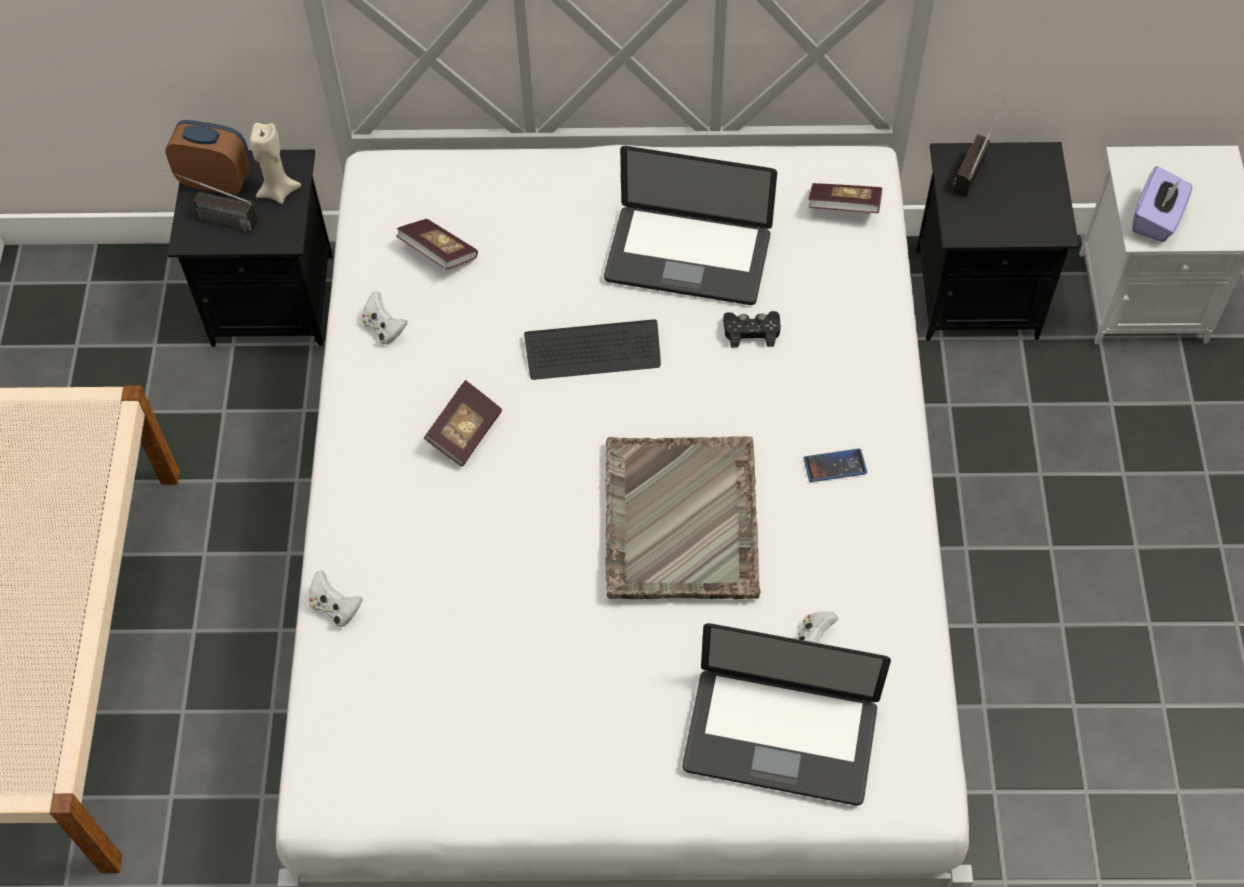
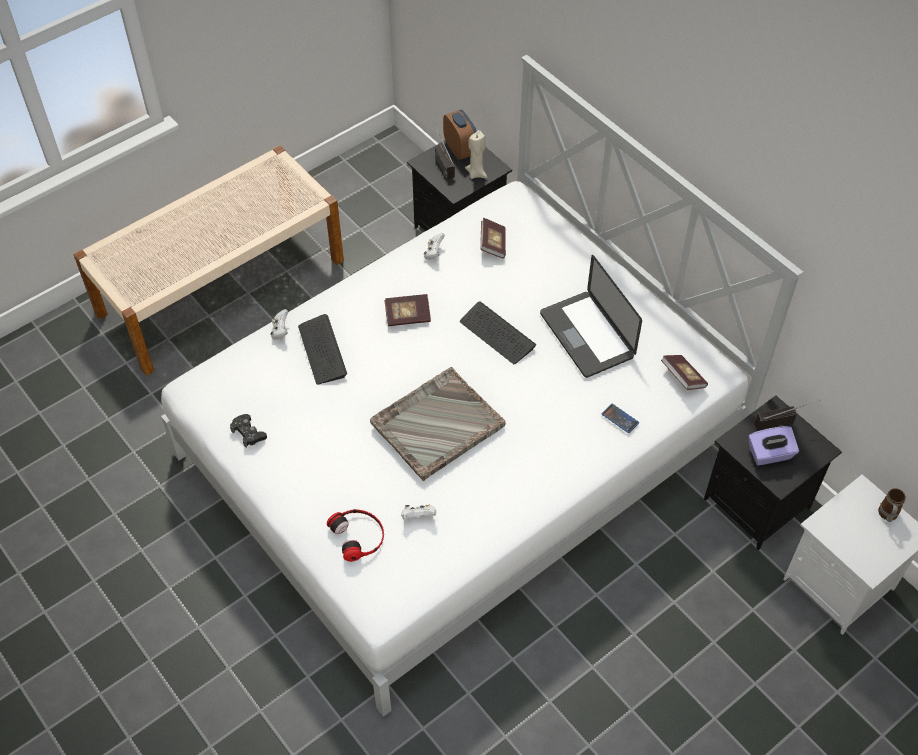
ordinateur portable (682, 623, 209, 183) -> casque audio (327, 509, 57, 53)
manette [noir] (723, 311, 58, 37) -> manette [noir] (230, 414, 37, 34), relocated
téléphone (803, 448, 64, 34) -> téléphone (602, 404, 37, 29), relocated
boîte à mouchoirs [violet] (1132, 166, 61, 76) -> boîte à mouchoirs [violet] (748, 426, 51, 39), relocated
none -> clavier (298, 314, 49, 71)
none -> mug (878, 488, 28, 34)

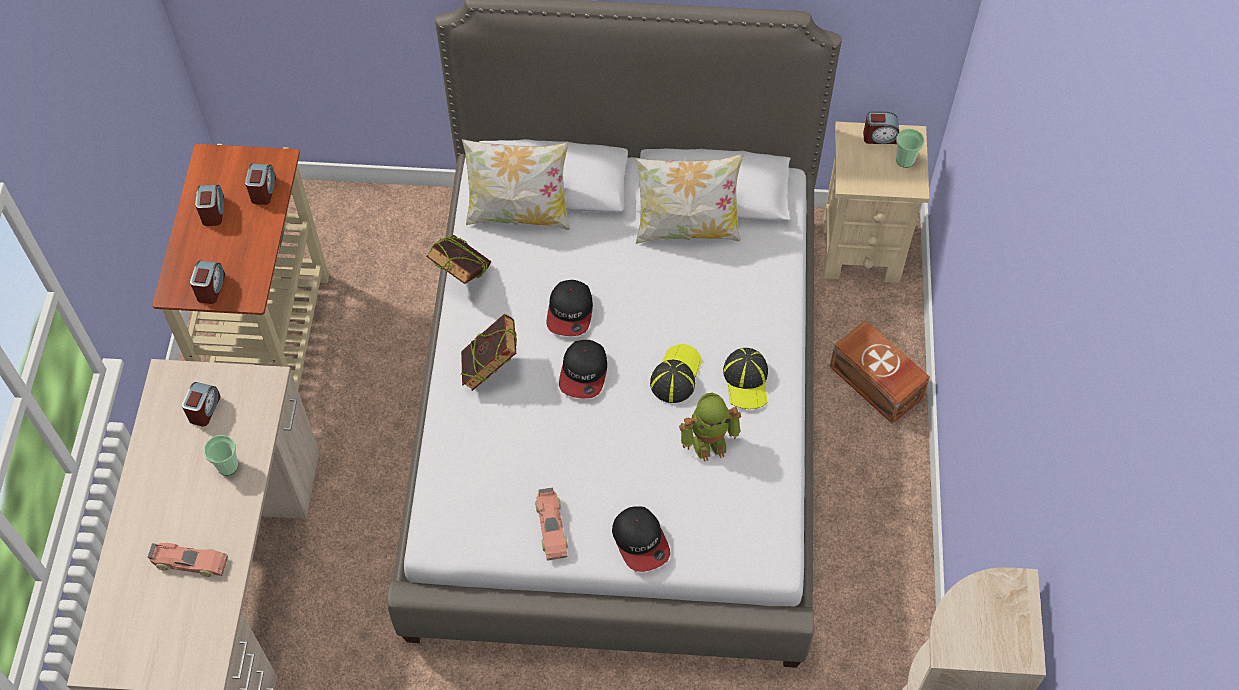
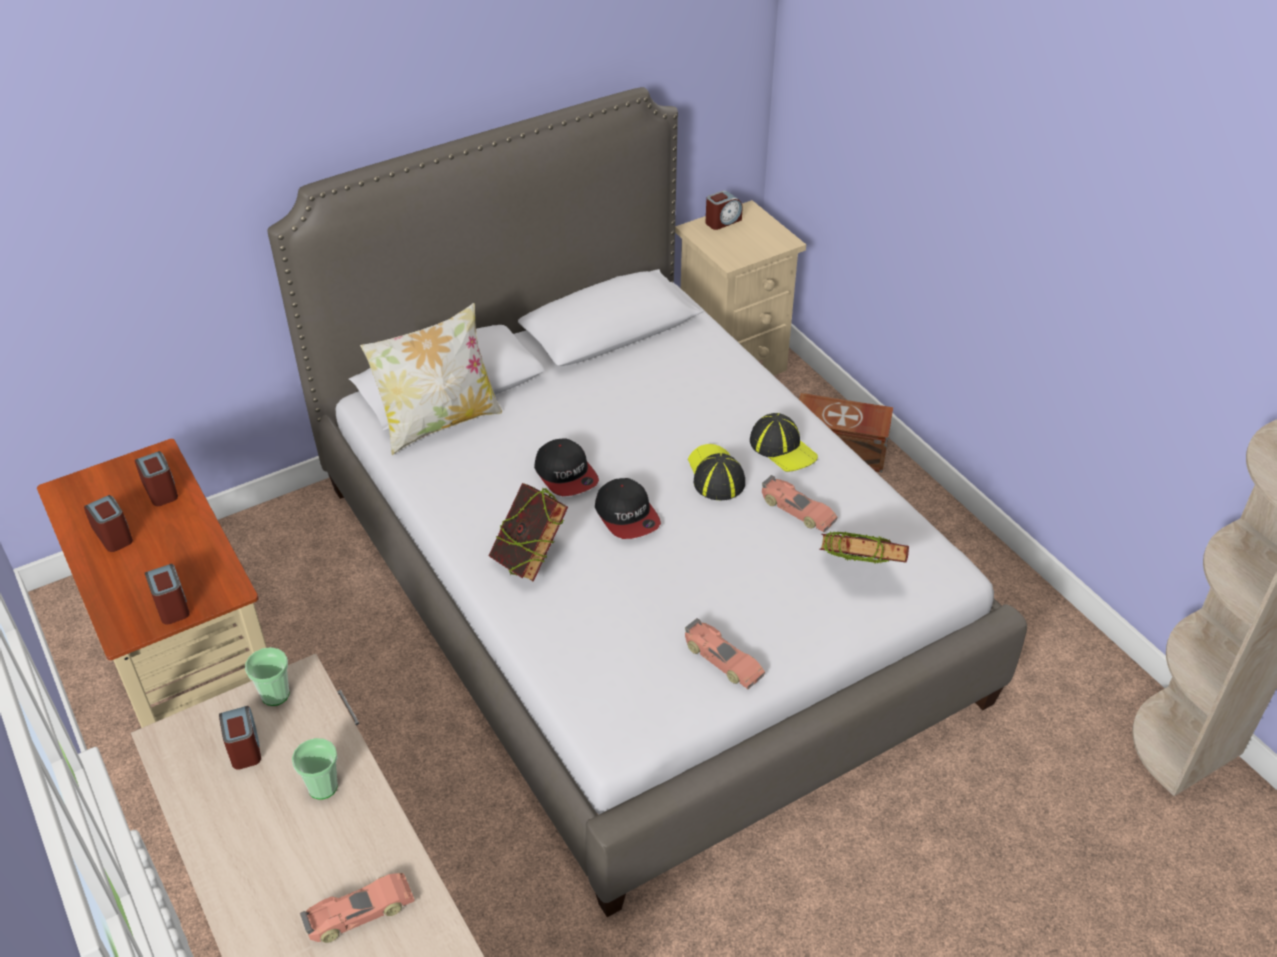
livre (426, 235, 65, 49) -> livre (819, 532, 90, 32), relocated
casquette (612, 506, 58, 66) -> none
coussin (636, 154, 108, 90) -> none
robot jouet (679, 393, 62, 69) -> petite voiture (762, 475, 75, 57)
tasse (896, 129, 28, 39) -> tasse (245, 647, 44, 59), relocated

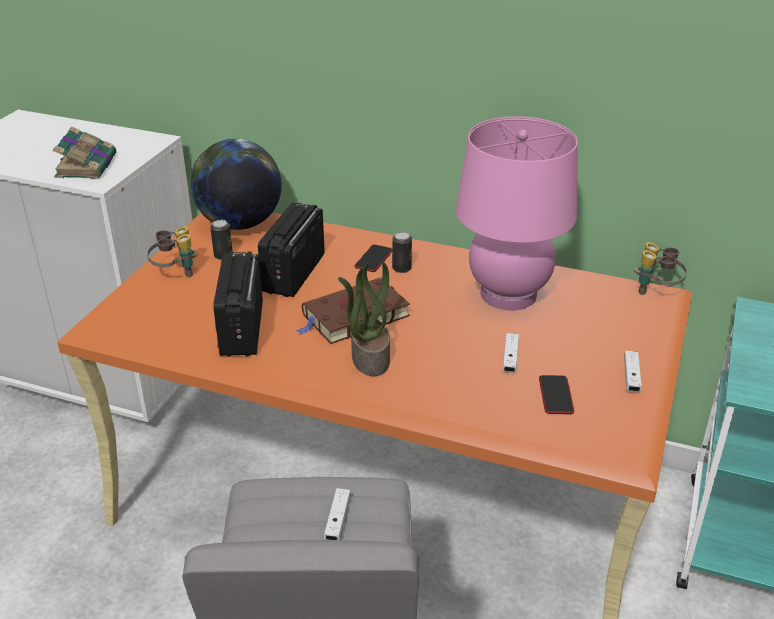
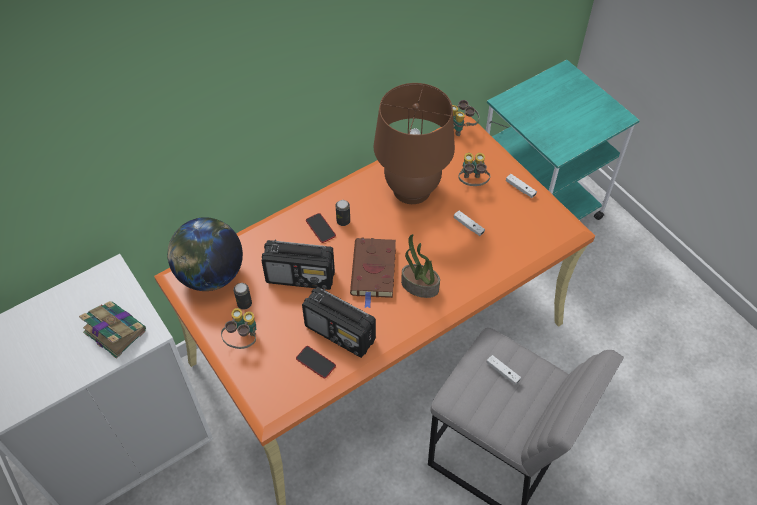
radio (258, 202, 67, 95) -> radio (262, 240, 73, 50), 45 degrees counterclockwise
lampe de table [rose] (456, 116, 122, 194) -> lampe de table [marron] (374, 83, 81, 121)
téléphone (539, 375, 35, 39) -> téléphone (296, 346, 40, 32), relocated
none -> jumelles (458, 153, 32, 33)

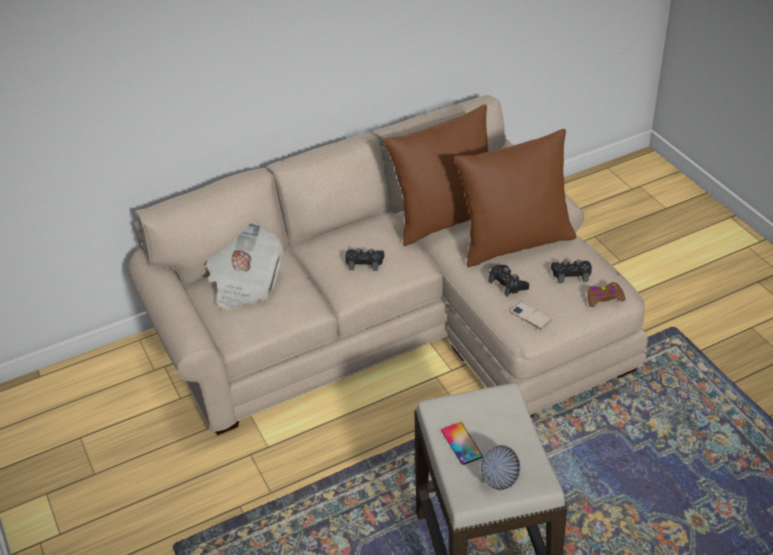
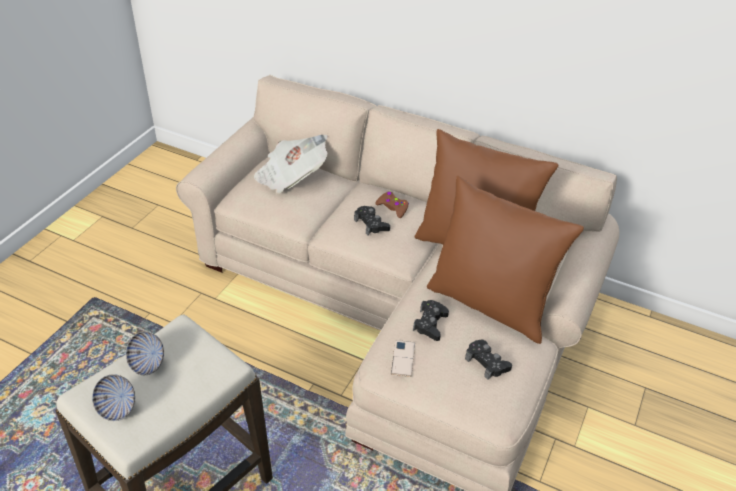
téléphone (441, 422, 42, 43) -> bol (126, 331, 38, 44)
manette [marron] (588, 282, 37, 25) -> manette [marron] (375, 192, 34, 26), relocated

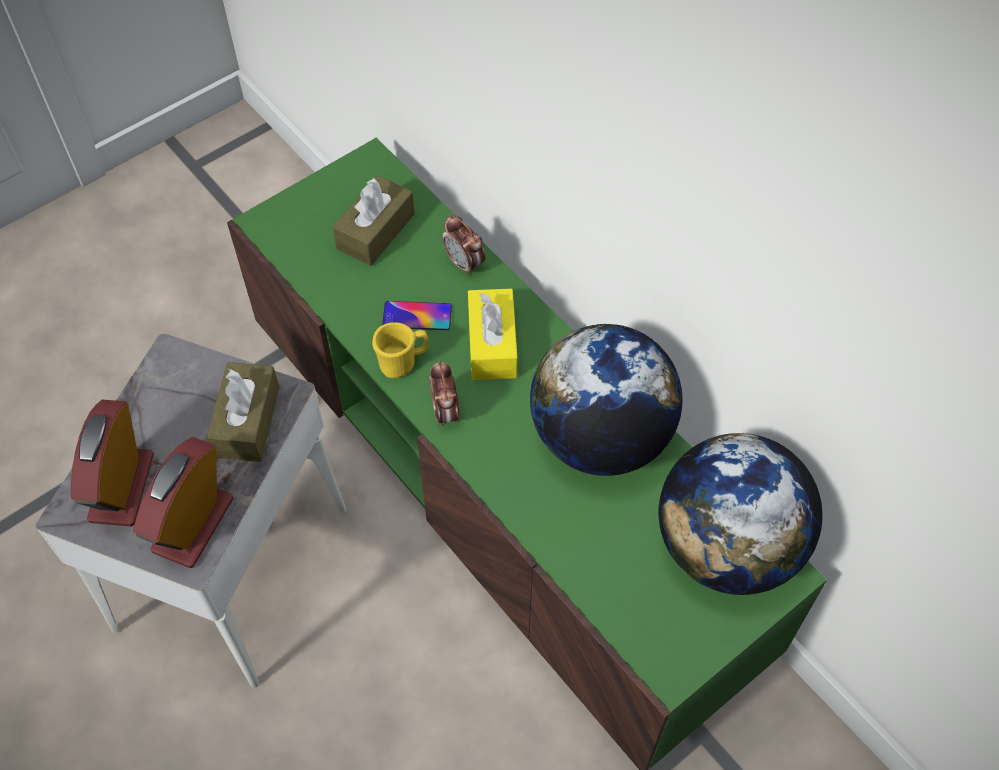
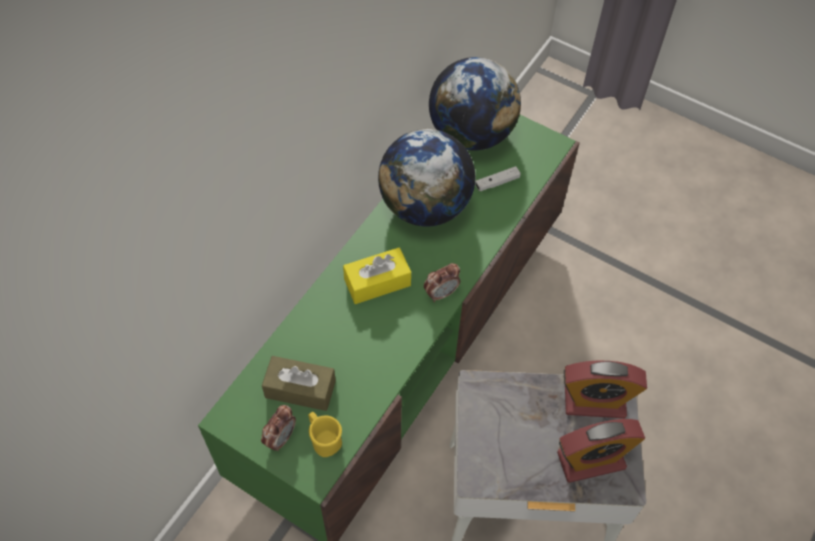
boîte à mouchoirs [marron] (207, 362, 72, 100) -> none
mug [jaune] (372, 322, 56, 56) -> mug [jaune] (308, 412, 34, 45), relocated
téléphone (382, 301, 70, 29) -> none
réveil (442, 215, 43, 61) -> réveil (261, 405, 35, 46), relocated
none -> manette [blanc] (475, 166, 46, 26)

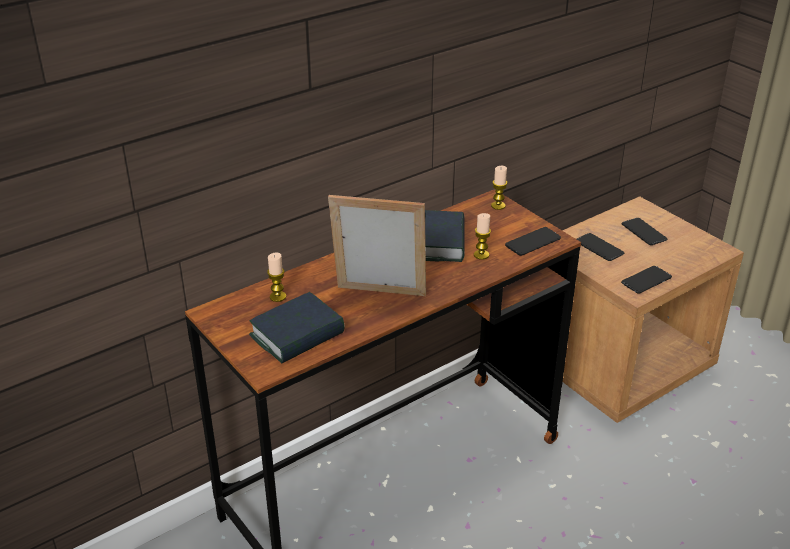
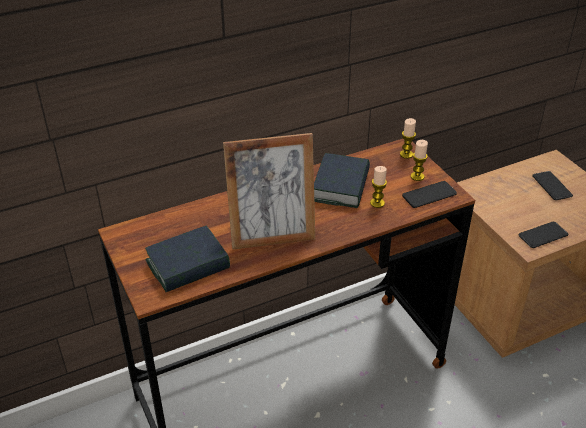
bougie (267, 252, 19, 50) -> bougie (411, 140, 17, 41), relocated
cadre photo (328, 195, 98, 101) -> cadre photo (223, 133, 92, 117), 150 degrees clockwise
téléphone (577, 233, 47, 28) -> none

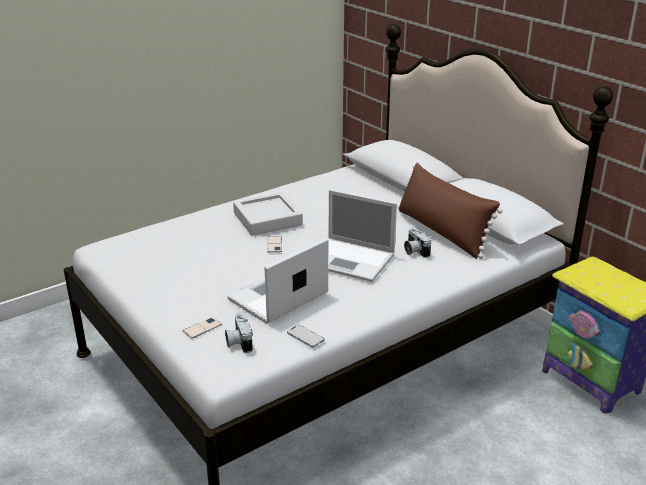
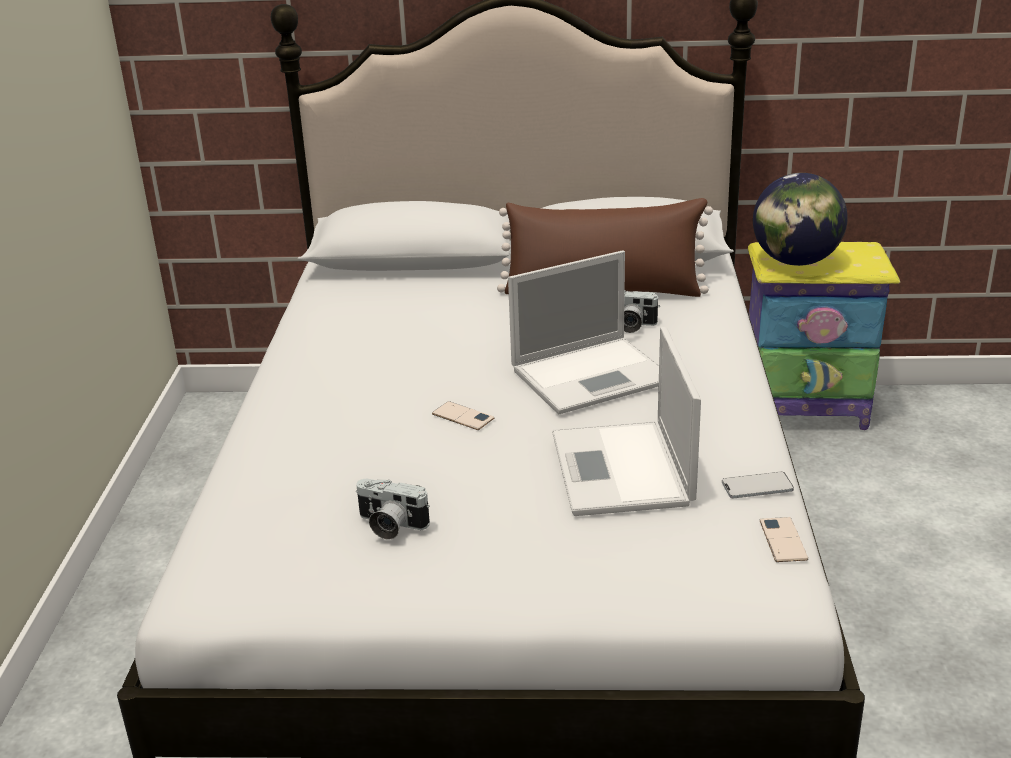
téléphone (183, 317, 39, 22) -> téléphone (760, 517, 48, 45), relocated
appareil photo (225, 313, 28, 40) -> appareil photo (356, 479, 74, 61), relocated
plateau [gris] (233, 192, 70, 44) -> none
none -> globe (753, 173, 95, 93)

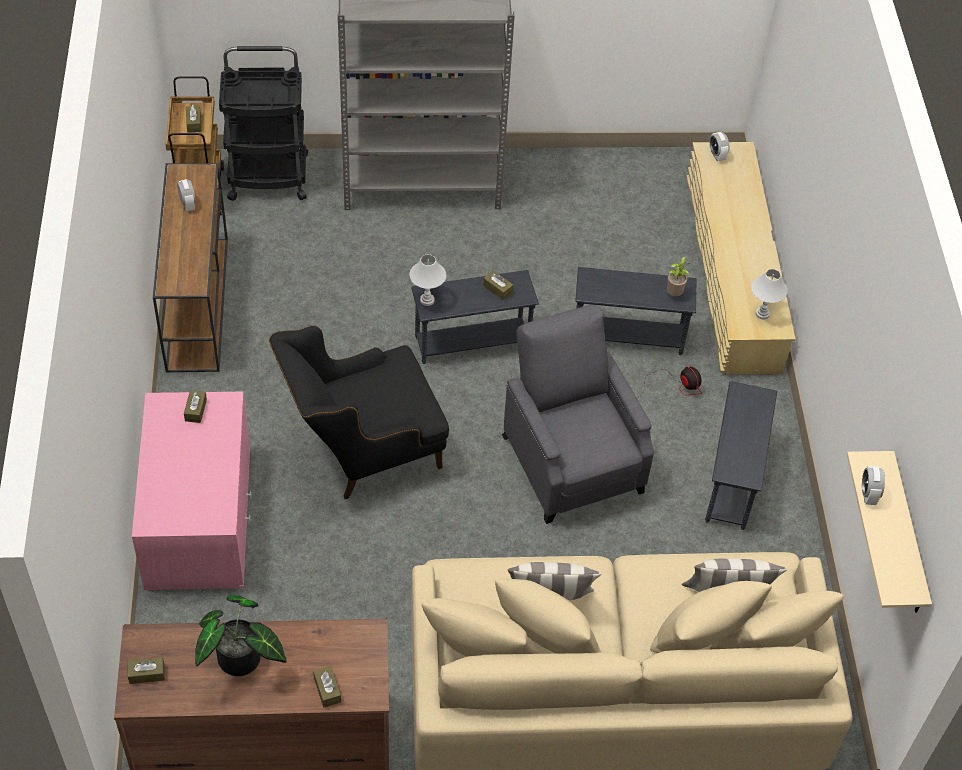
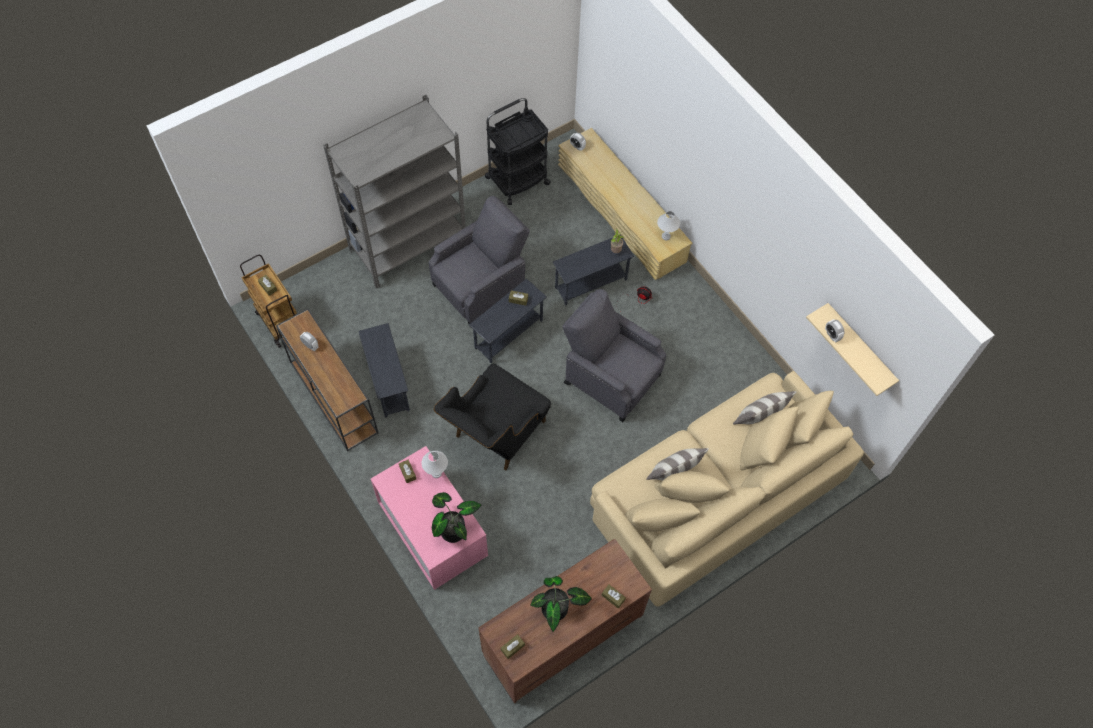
chariot [noir] (219, 46, 89, 155) -> chariot [noir] (485, 98, 66, 107), relocated
lampe de table [blanc] (409, 254, 37, 52) -> lampe de table [blanc] (422, 451, 26, 27), relocated
table d'appoint [gris] (705, 381, 72, 149) -> table d'appoint [gris] (359, 323, 51, 95), relocated
none -> fauteuil [gris] (429, 196, 101, 128)
none -> plante en pot (432, 492, 49, 51)

